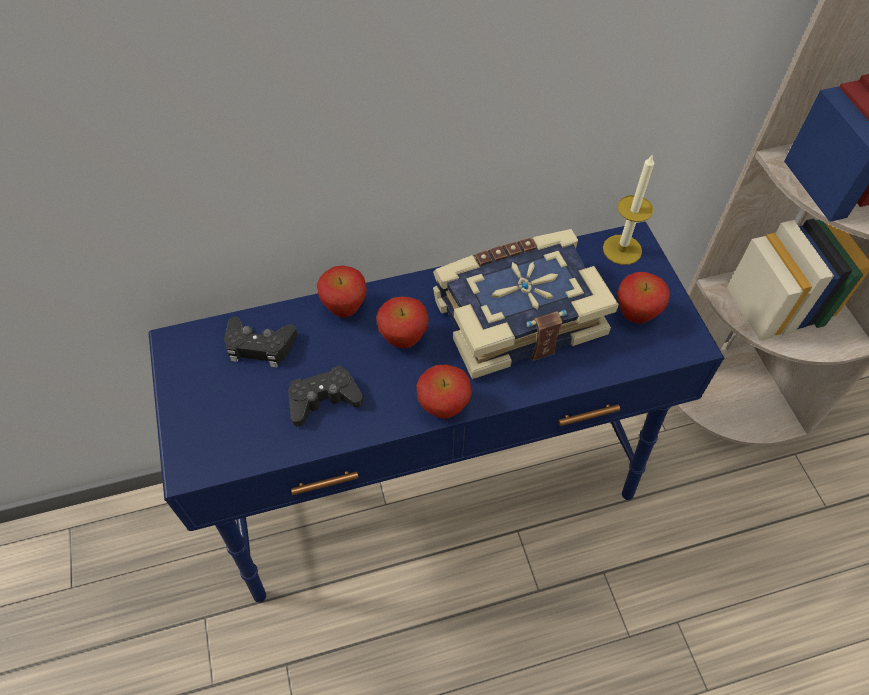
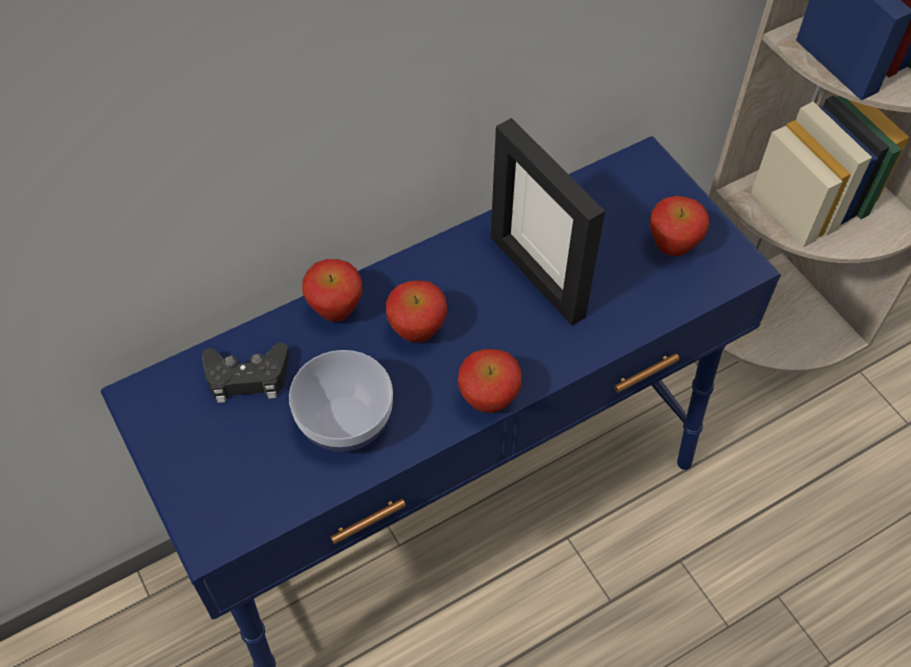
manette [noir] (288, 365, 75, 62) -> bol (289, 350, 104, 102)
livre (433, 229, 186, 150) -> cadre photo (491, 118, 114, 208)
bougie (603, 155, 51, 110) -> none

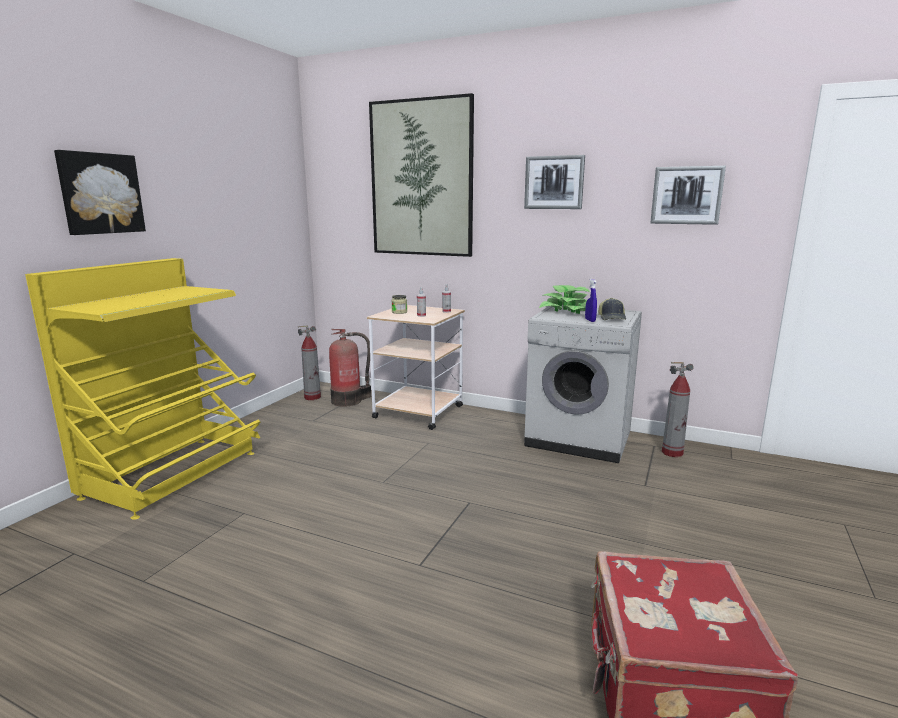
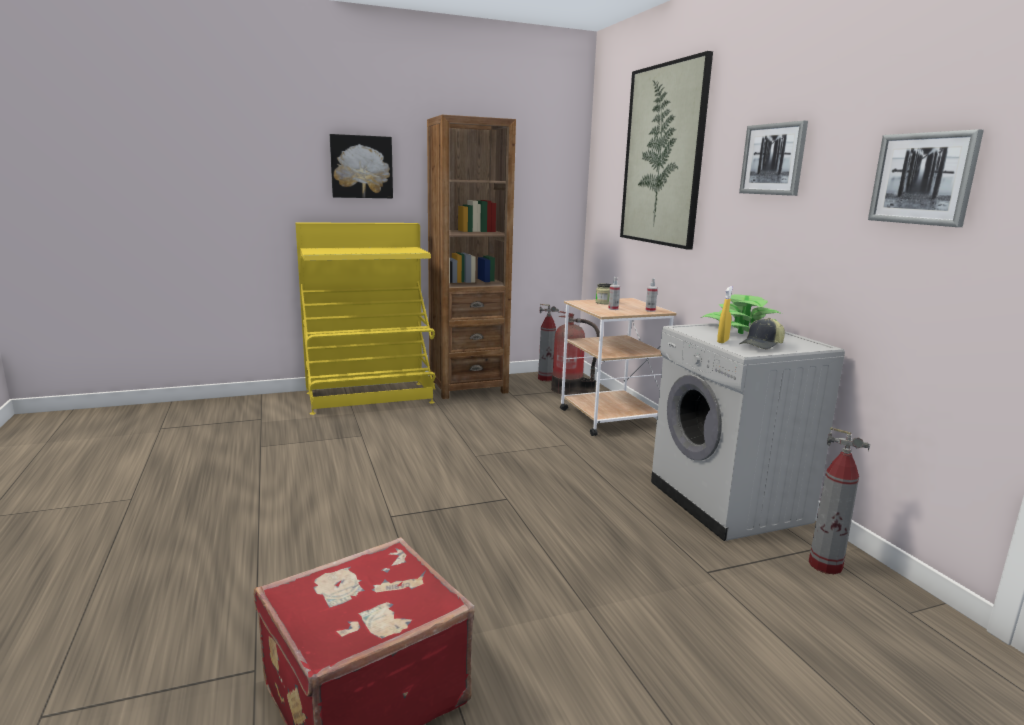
vaporisateur [bleu] (585, 279, 12, 43) -> vaporisateur [jaune] (717, 286, 16, 57)
none -> bibliothèque [marron] (427, 115, 89, 284)

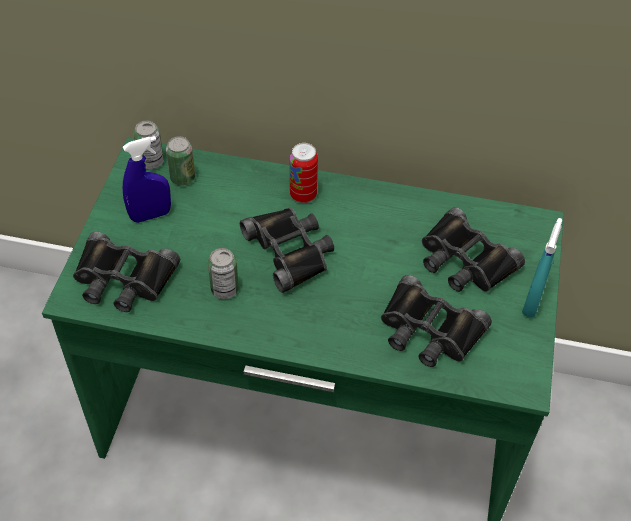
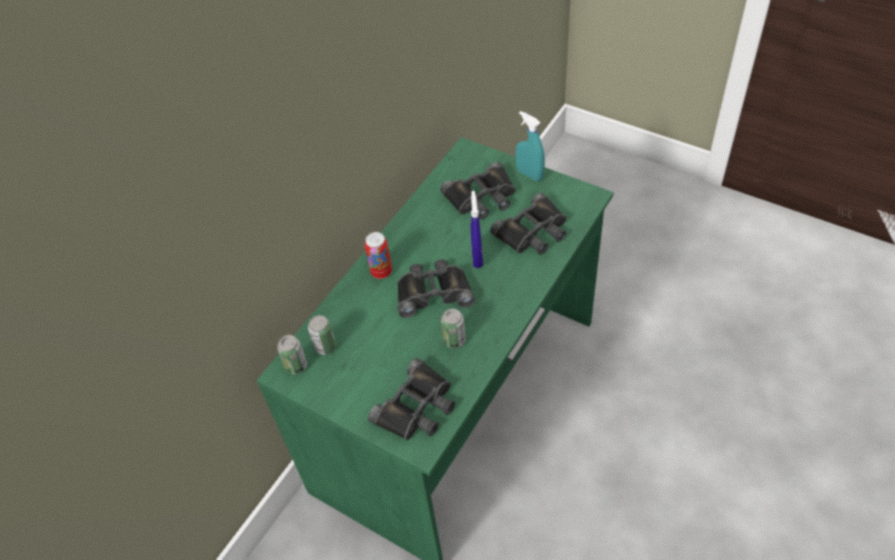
vaporisateur [bleu] (123, 136, 48, 87) -> vaporisateur [bleu] (471, 191, 12, 77), relocated

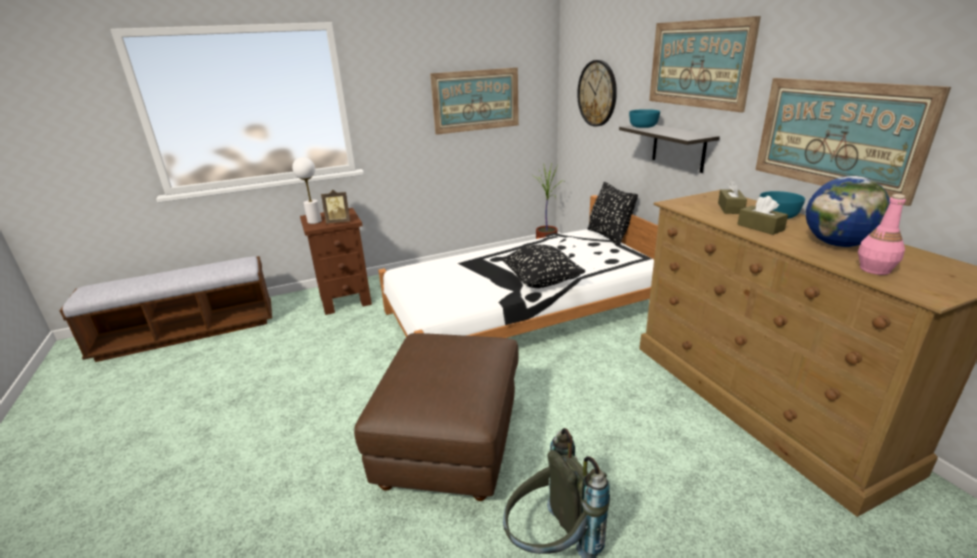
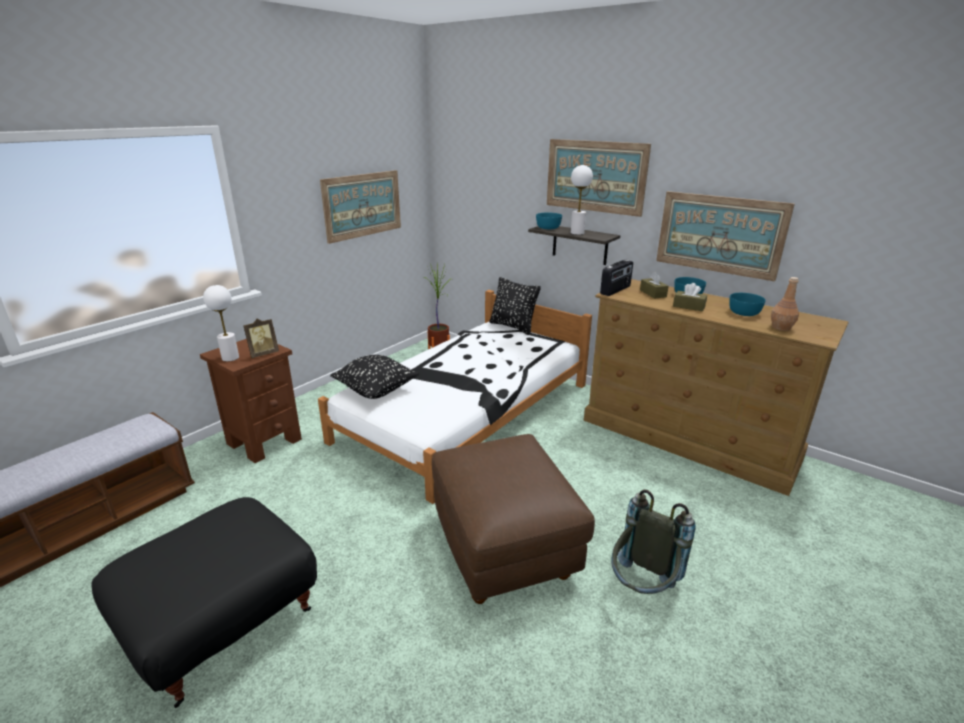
coussin [noir] (501, 245, 84, 43) -> coussin [noir] (330, 355, 89, 44), relocated
horloge murale (577, 60, 40, 67) -> none
globe (806, 176, 84, 71) -> bol [turquoise] (729, 293, 37, 23)
bouteille [rose] (858, 194, 48, 81) -> bouteille [marron] (771, 277, 28, 54)
none -> pouf [noir] (91, 497, 226, 211)
none -> lampe de table [blanc] (571, 165, 22, 70)
none -> radio (600, 260, 33, 36)

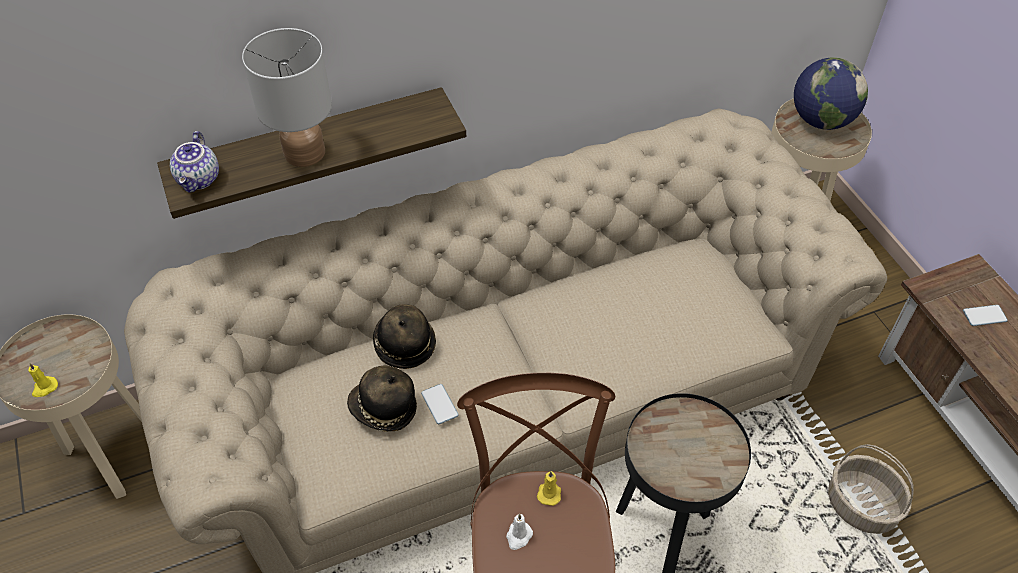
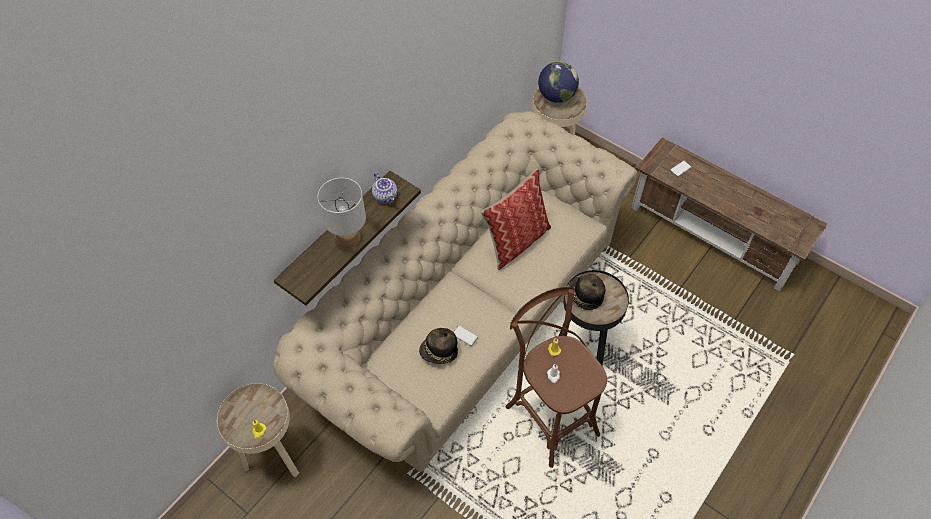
théière (170, 131, 49, 62) -> théière (372, 173, 25, 31), relocated
chapeau (373, 304, 63, 65) -> chapeau (569, 273, 37, 37), relocated
panier (828, 444, 86, 90) -> none
none -> coussin (481, 168, 70, 103)

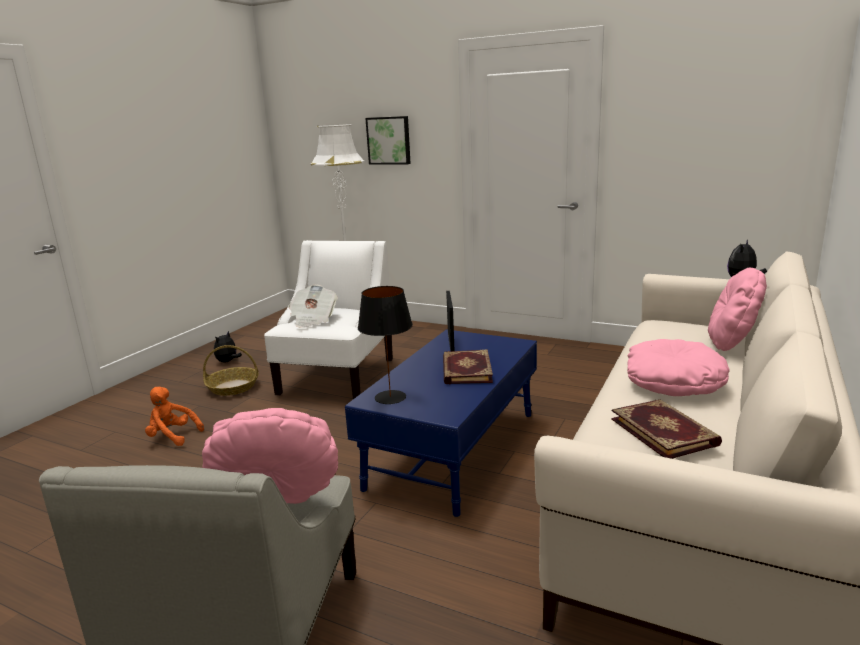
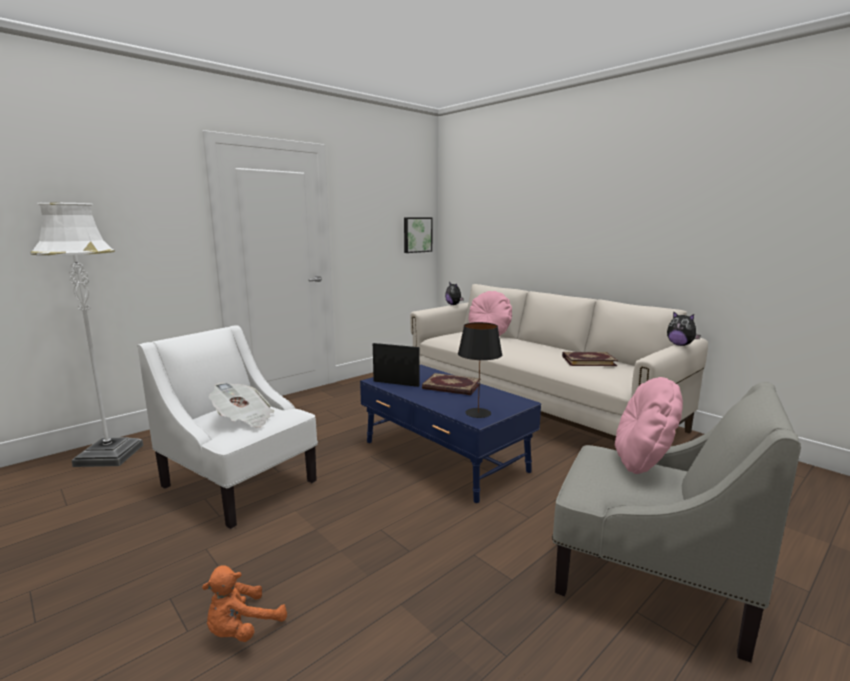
panier (203, 345, 55, 51) -> none
peluche (214, 331, 28, 32) -> peluche (667, 311, 34, 35), relocated
tableau (365, 116, 46, 49) -> tableau (404, 217, 28, 36), relocated
coussin [rose] (627, 339, 103, 57) -> none

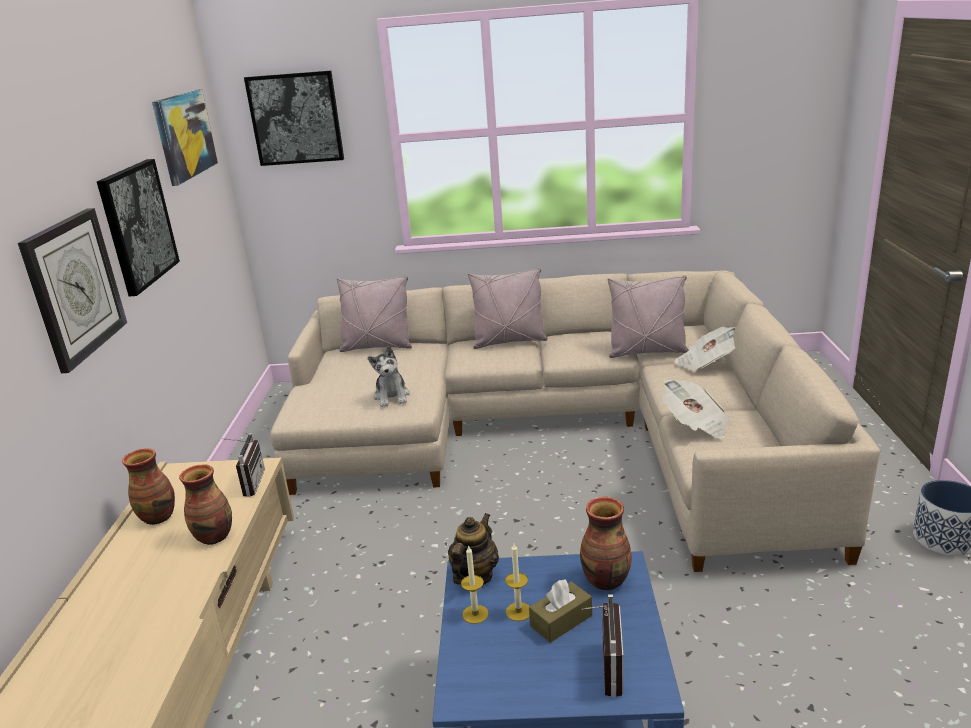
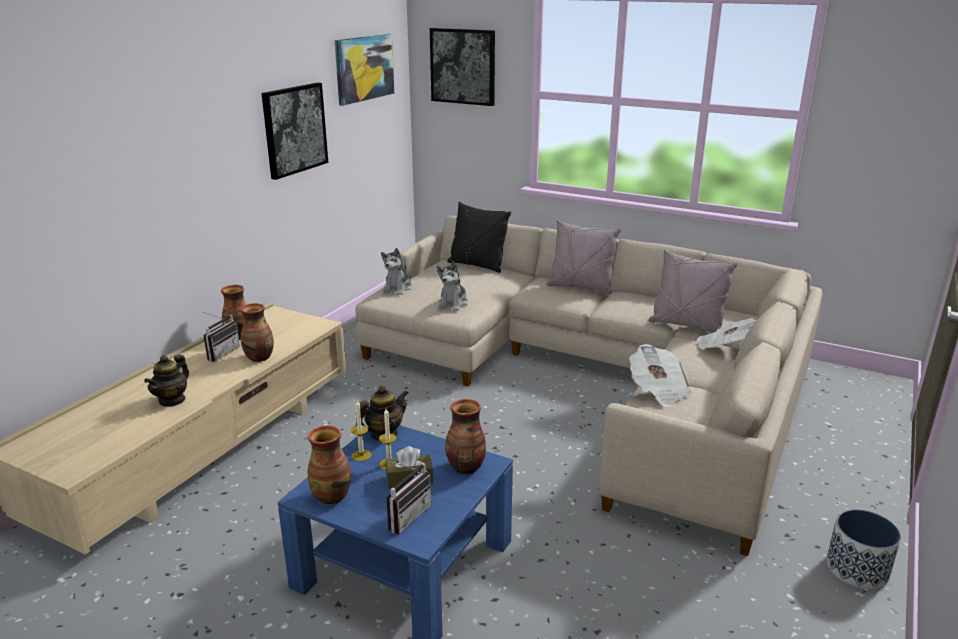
horloge murale (18, 208, 109, 165) -> none
radio (222, 433, 43, 64) -> radio (203, 312, 37, 50), relocated
coussin [violet] (337, 276, 75, 76) -> coussin [noir] (447, 202, 64, 71)
none -> théière (144, 354, 45, 53)
none -> vase (308, 425, 43, 79)
none -> peluche (381, 248, 31, 47)

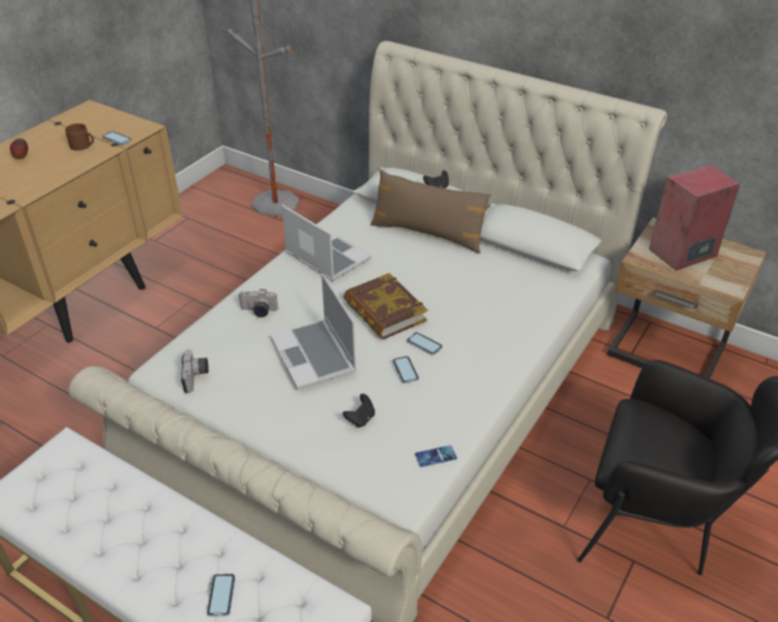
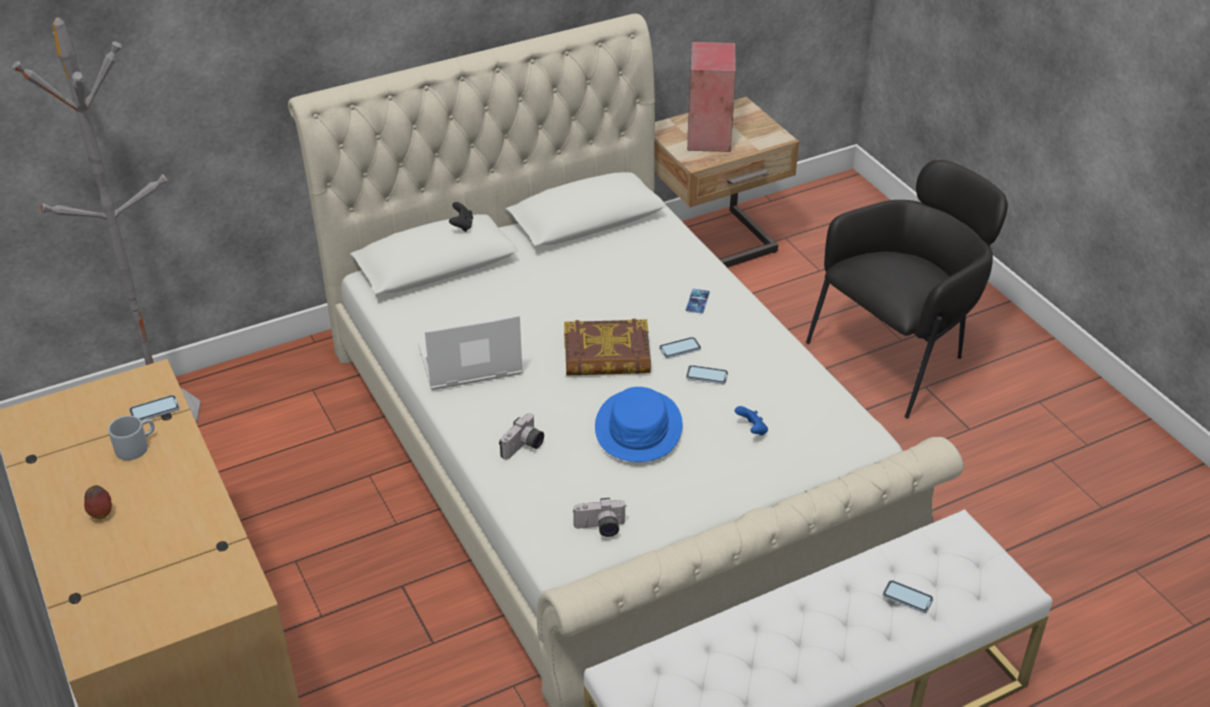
mug [marron] (65, 123, 29, 28) -> mug [gris] (108, 416, 47, 44)
appareil photo (181, 349, 27, 44) -> appareil photo (573, 498, 53, 39), 150 degrees clockwise
ordinateur portable (270, 274, 87, 115) -> chapeau [bleu] (595, 387, 88, 75)
manette [noir] (343, 394, 32, 34) -> manette [bleu] (735, 406, 33, 30)
coussin [marron] (370, 169, 121, 84) -> none
téléphone (415, 445, 42, 22) -> téléphone (686, 289, 24, 25), relocated

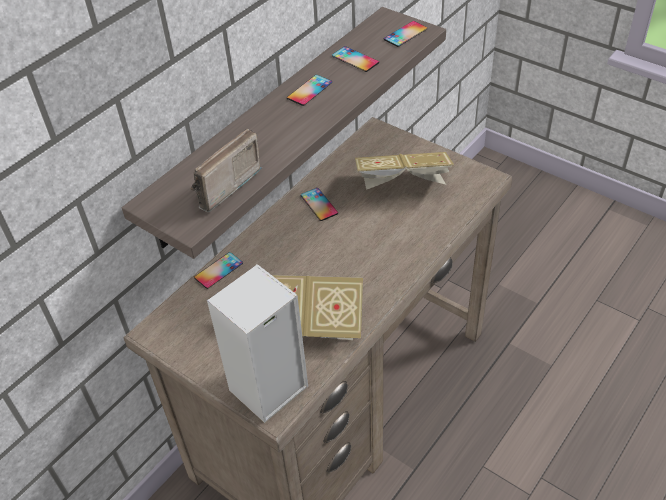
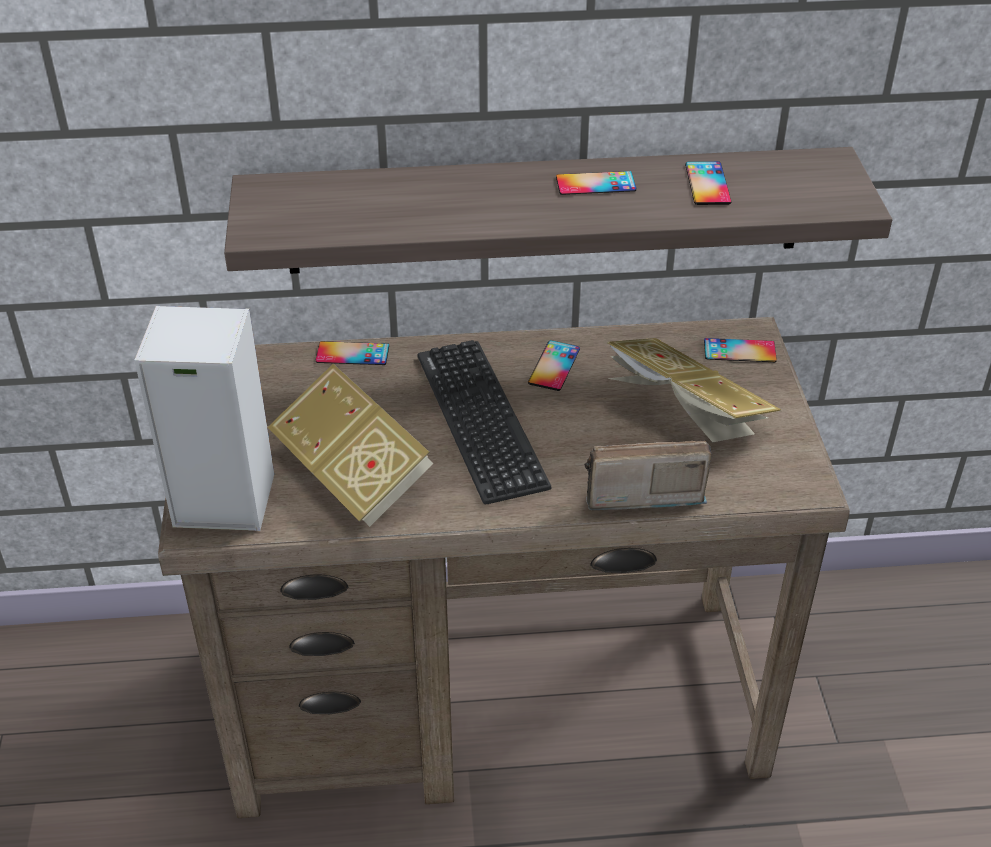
radio (190, 129, 72, 83) -> radio (584, 441, 128, 69), relocated
téléphone (384, 21, 44, 26) -> téléphone (704, 338, 73, 24), relocated
none -> clavier (417, 340, 135, 164)

